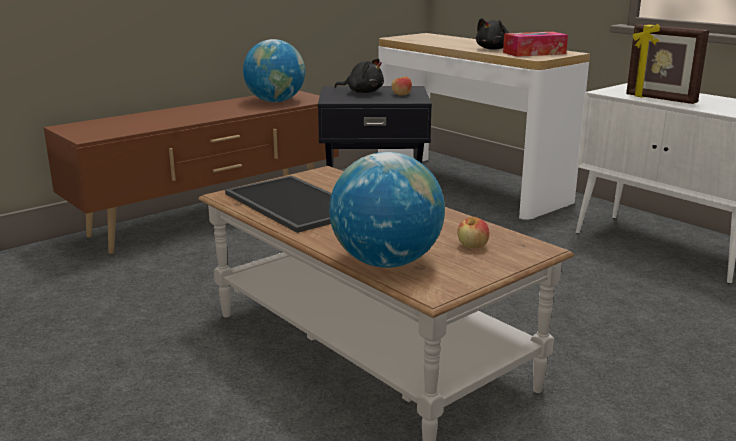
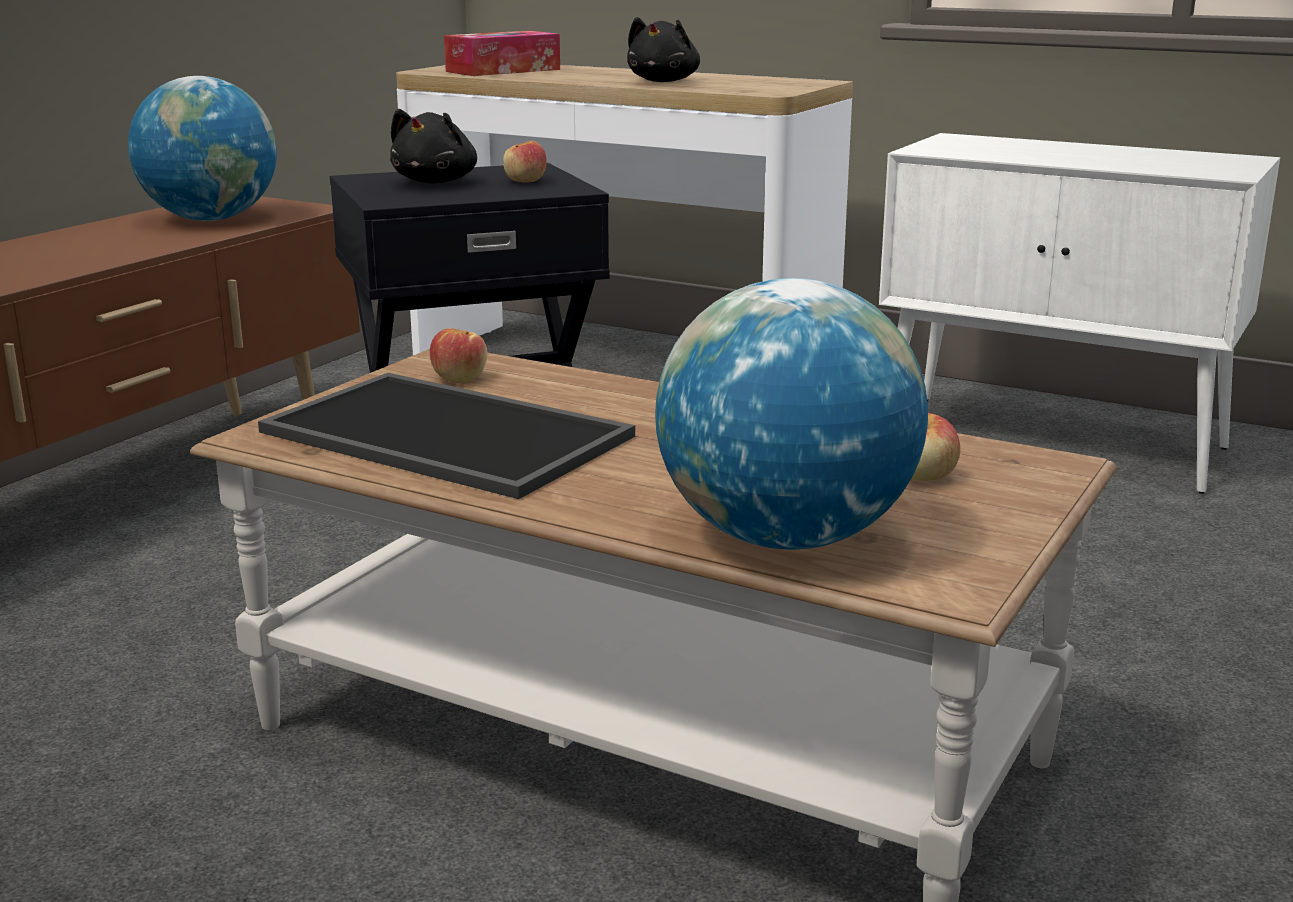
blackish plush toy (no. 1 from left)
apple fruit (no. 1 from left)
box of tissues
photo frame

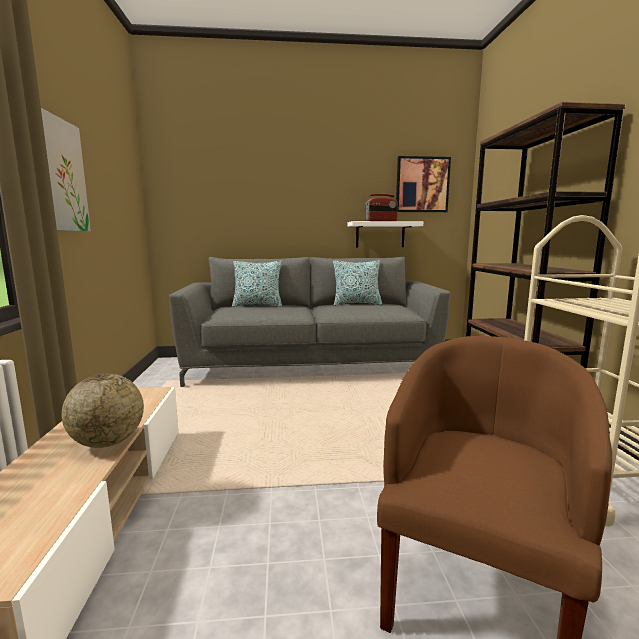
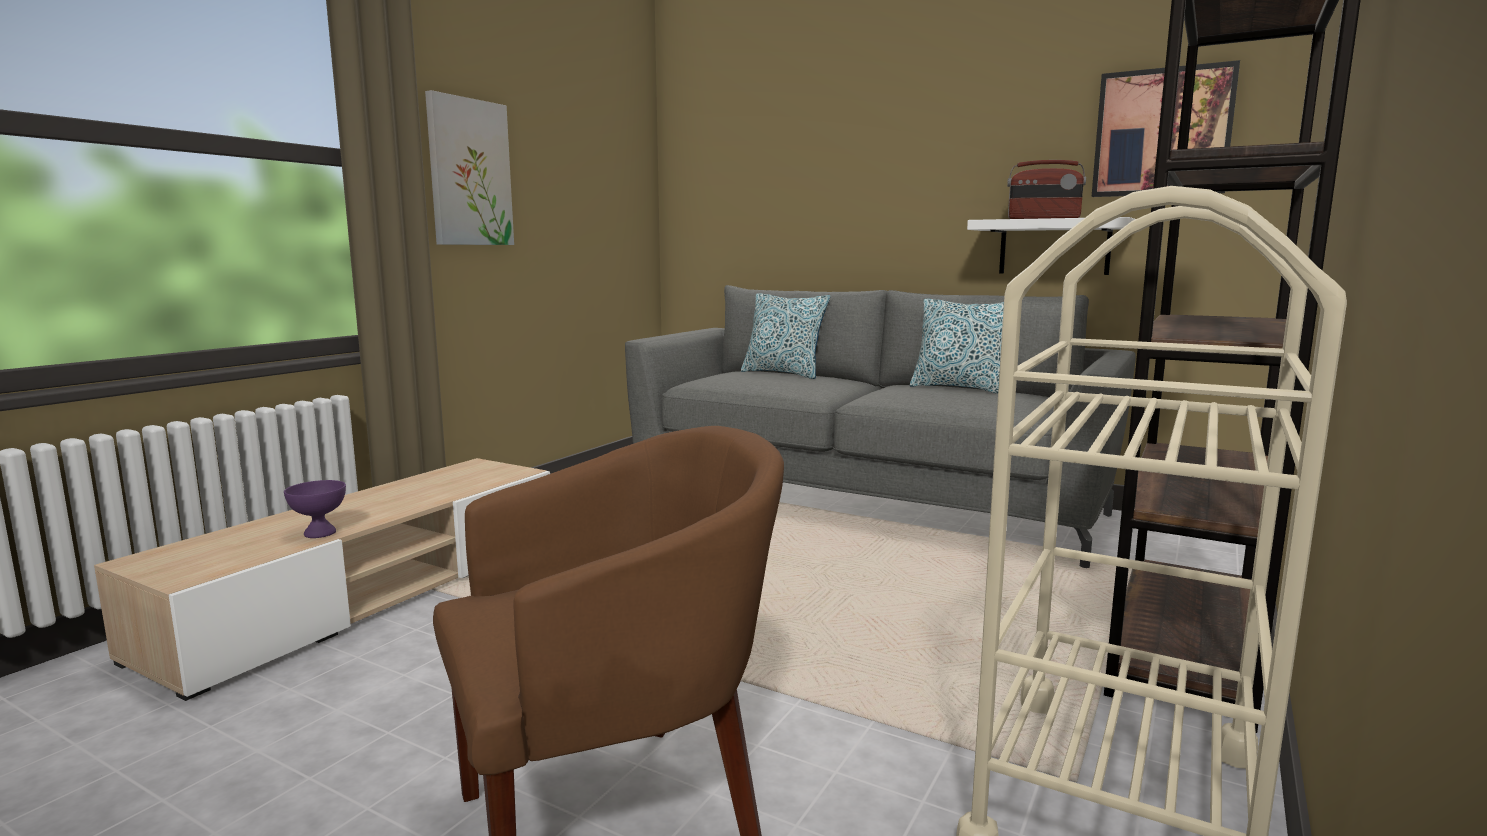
purple-coloured serving bowl
globe

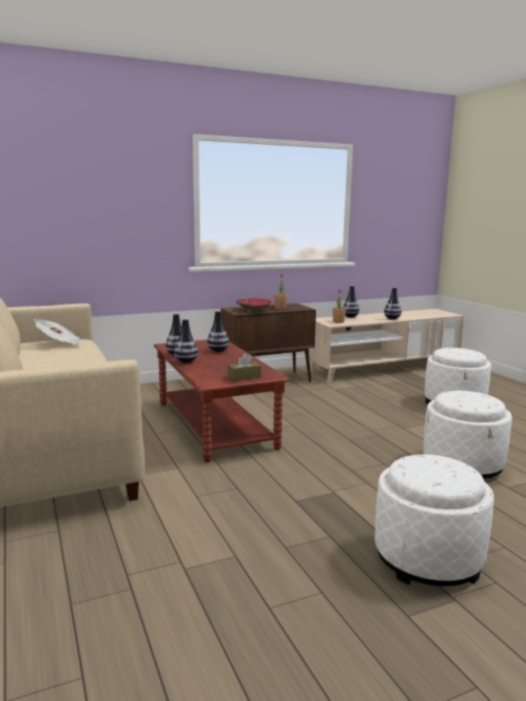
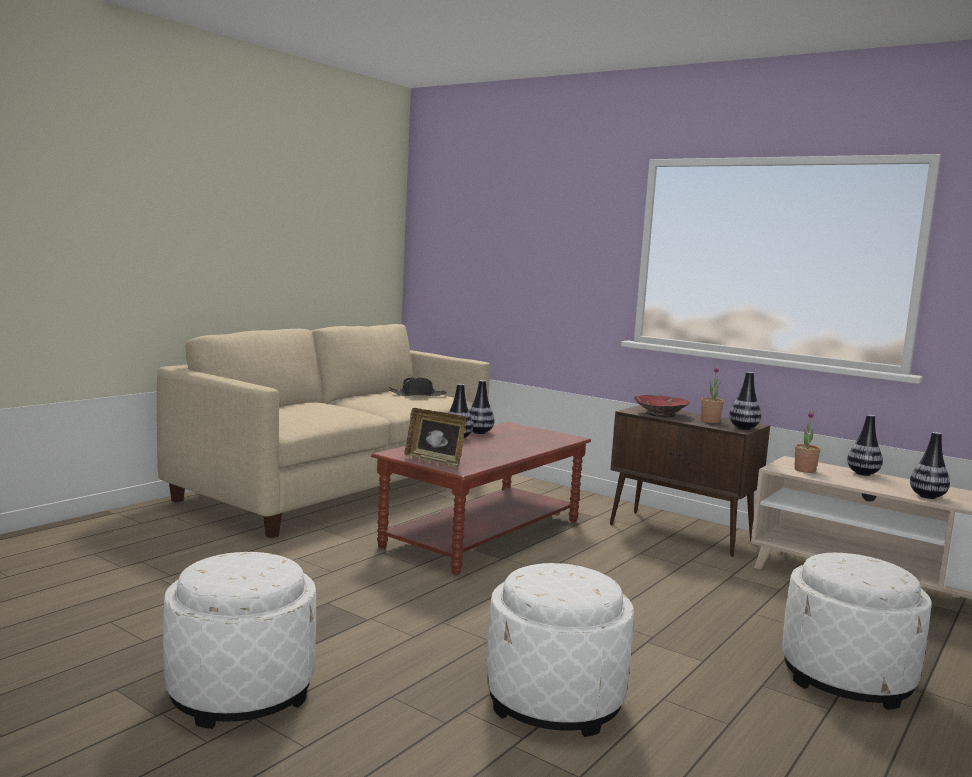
blackish wearable hat
photo frame
decorative vase (no. 3 from left)

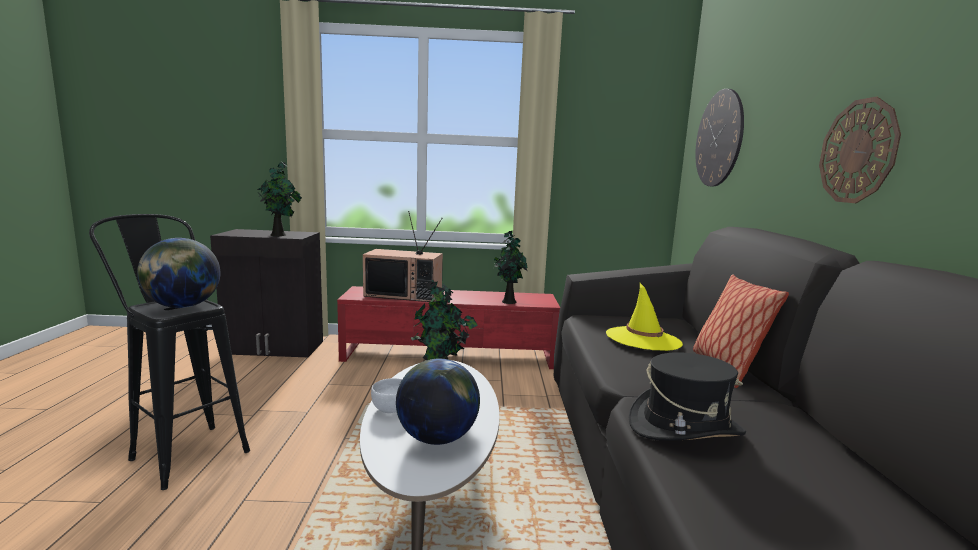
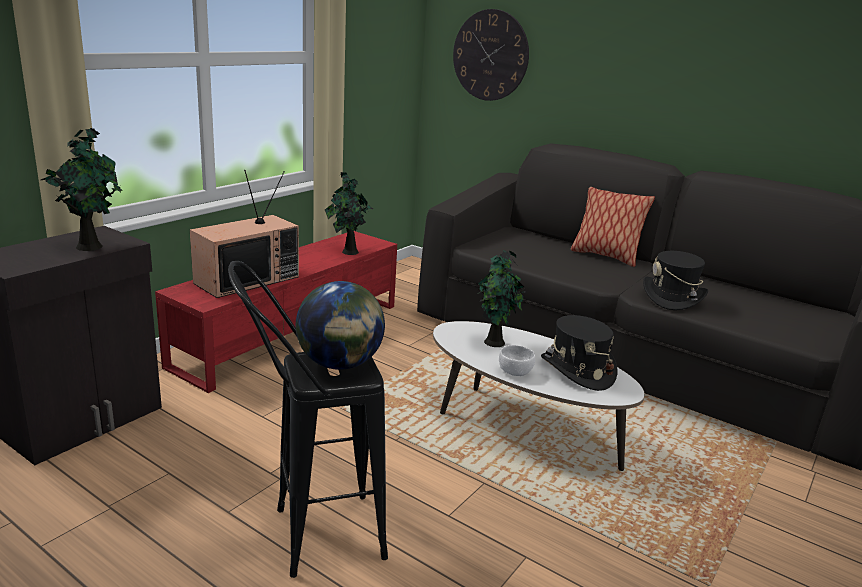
blackish wearable hat (no. 1 from left)
yellow-coloured wearable hat
clock on the wall (no. 2 from left in the first image)

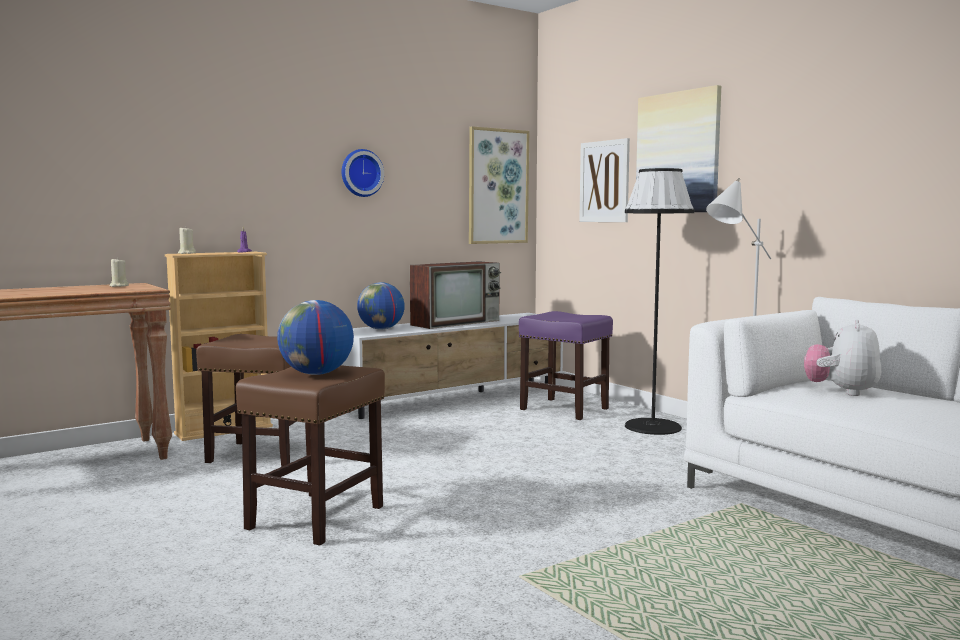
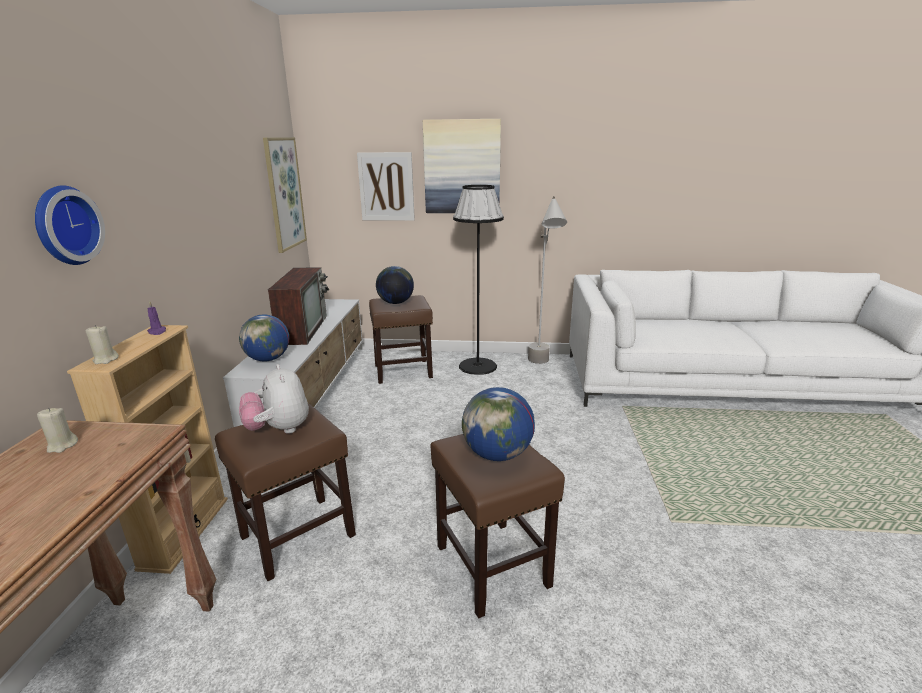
clock on the wall
plush toy
brown-coloured stool seat (no. 2 from left)
globe (no. 2 from left)

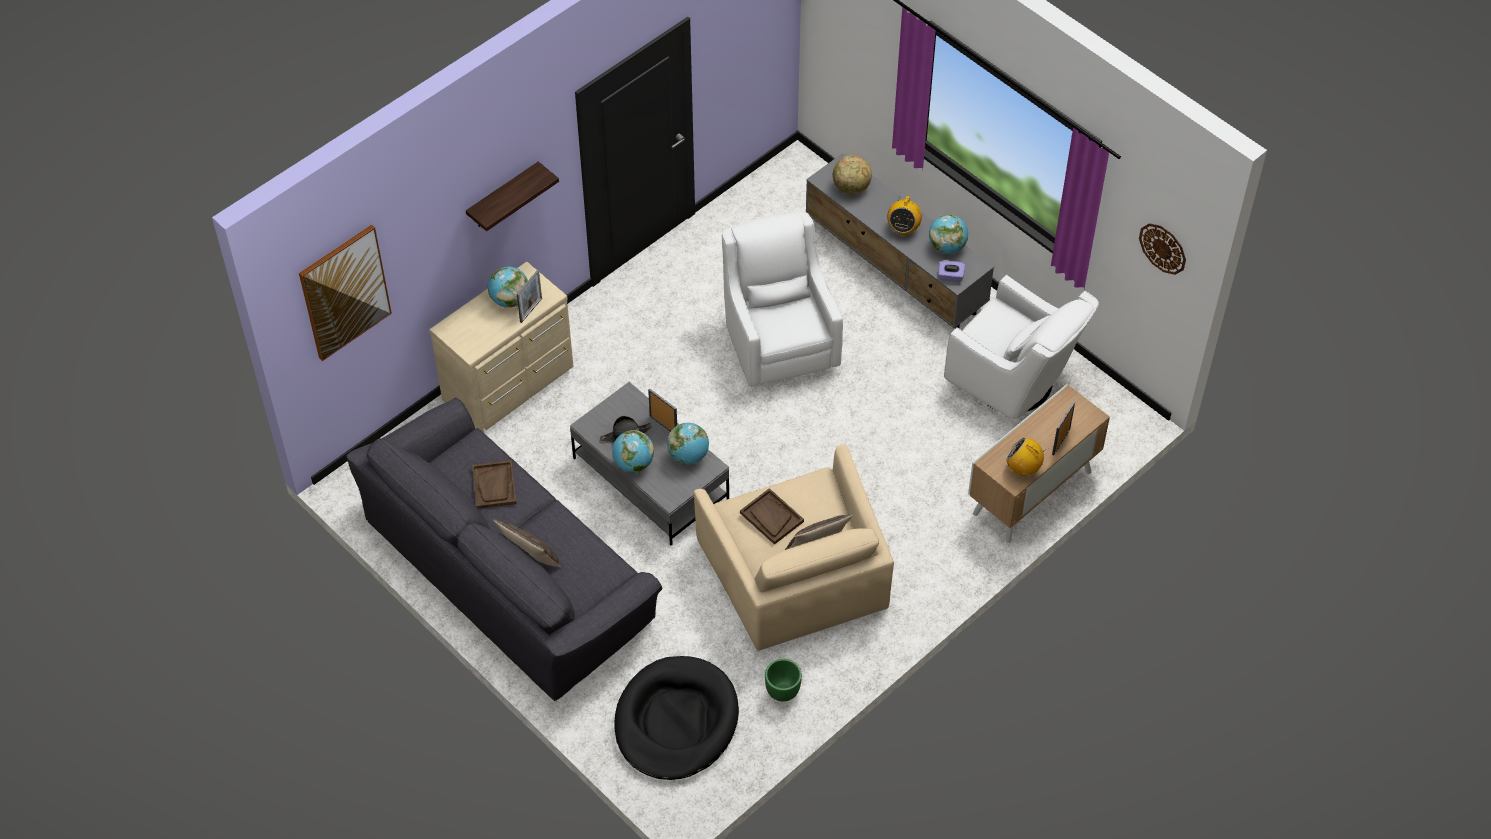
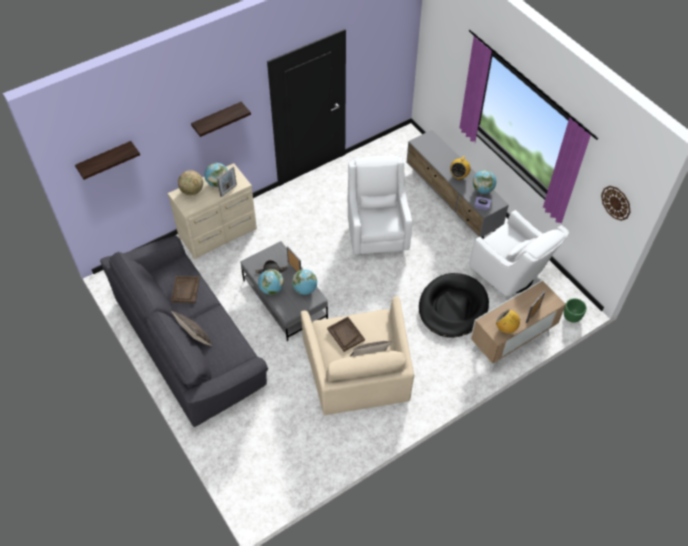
shelf (no. 1 from left)
globe (no. 1 from left)
blackish pet bed
green plant pot

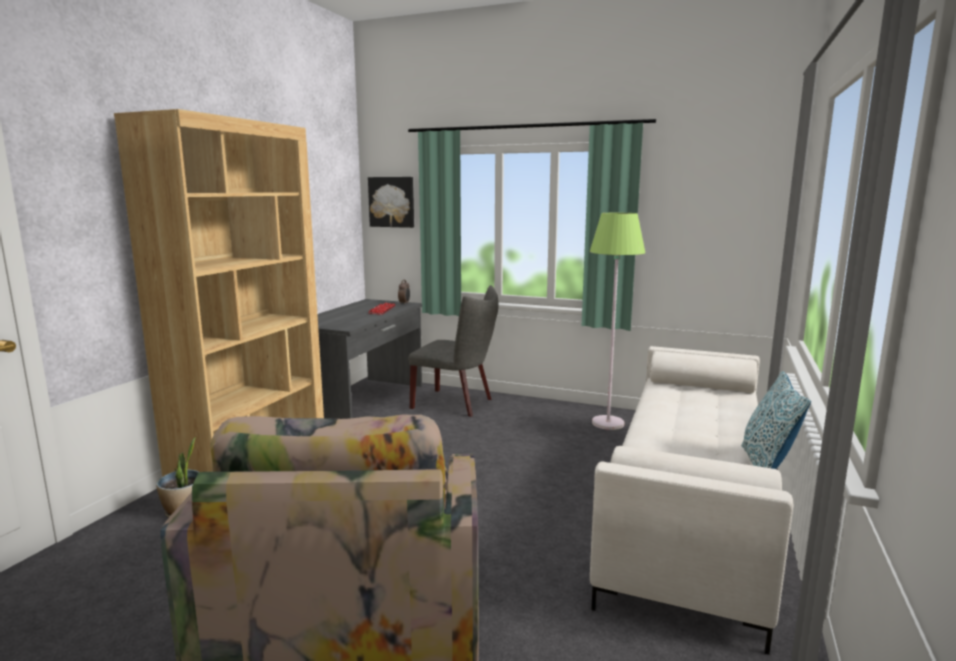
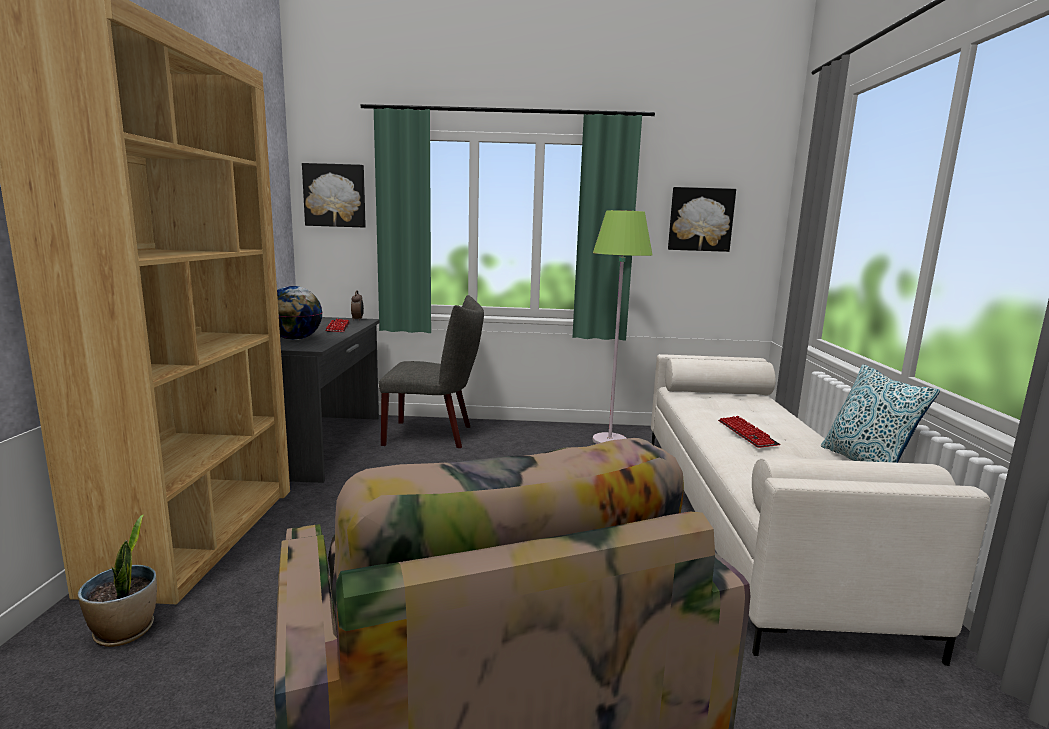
globe
picture (no. 2 from left)
PC keyboard (no. 2 from left)

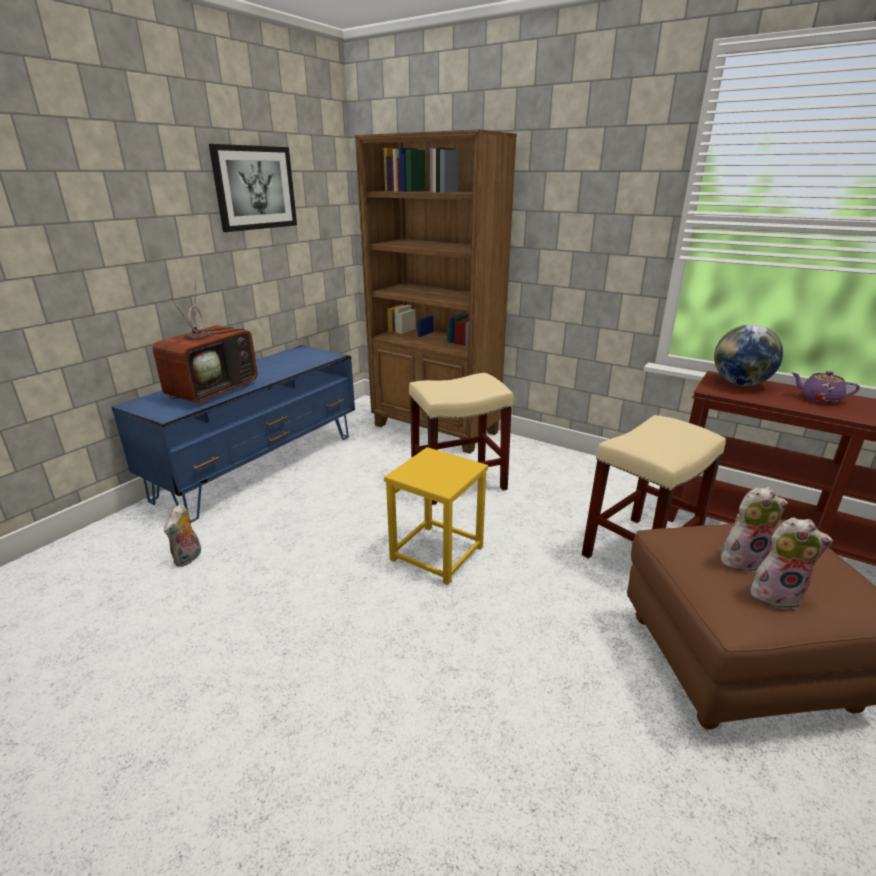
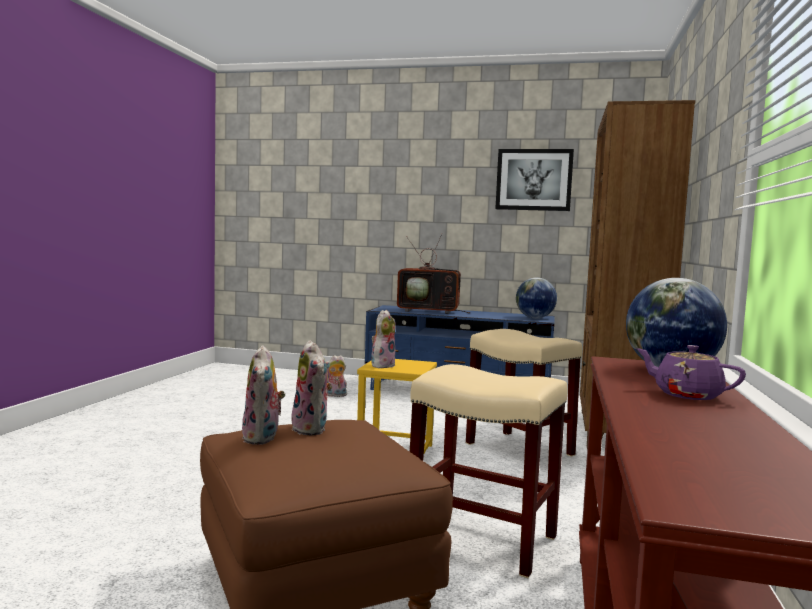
plush toy (no. 4 from left)
globe (no. 1 from left)
purple-coloured pot for tea

